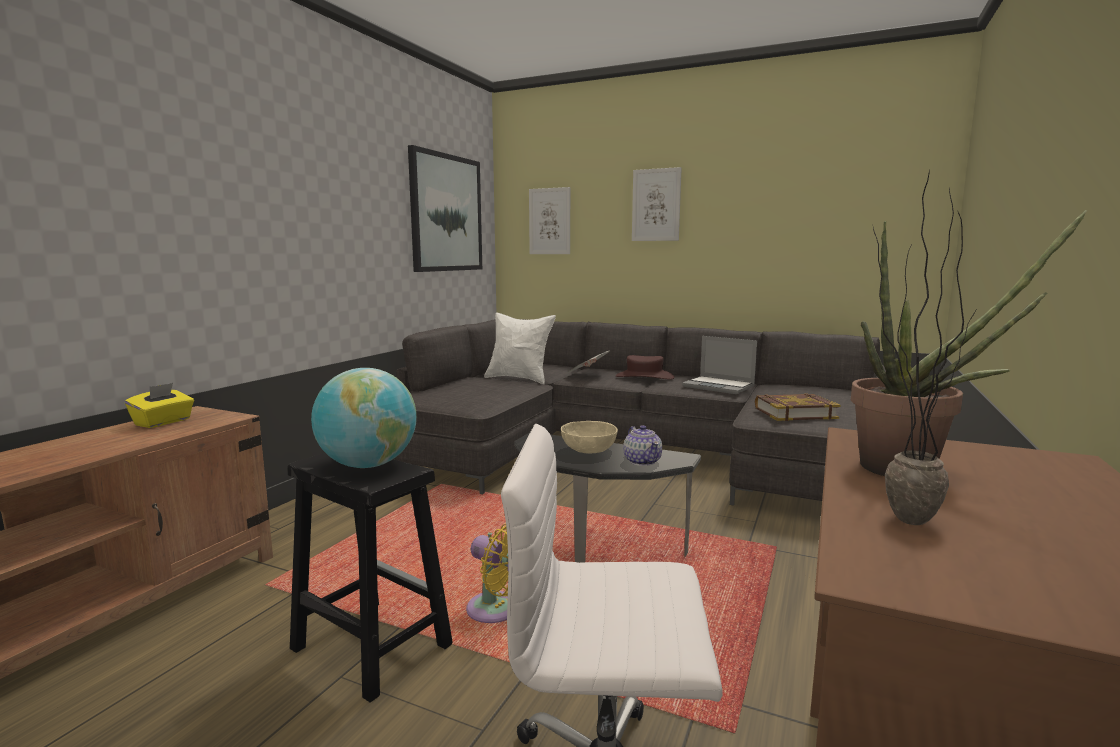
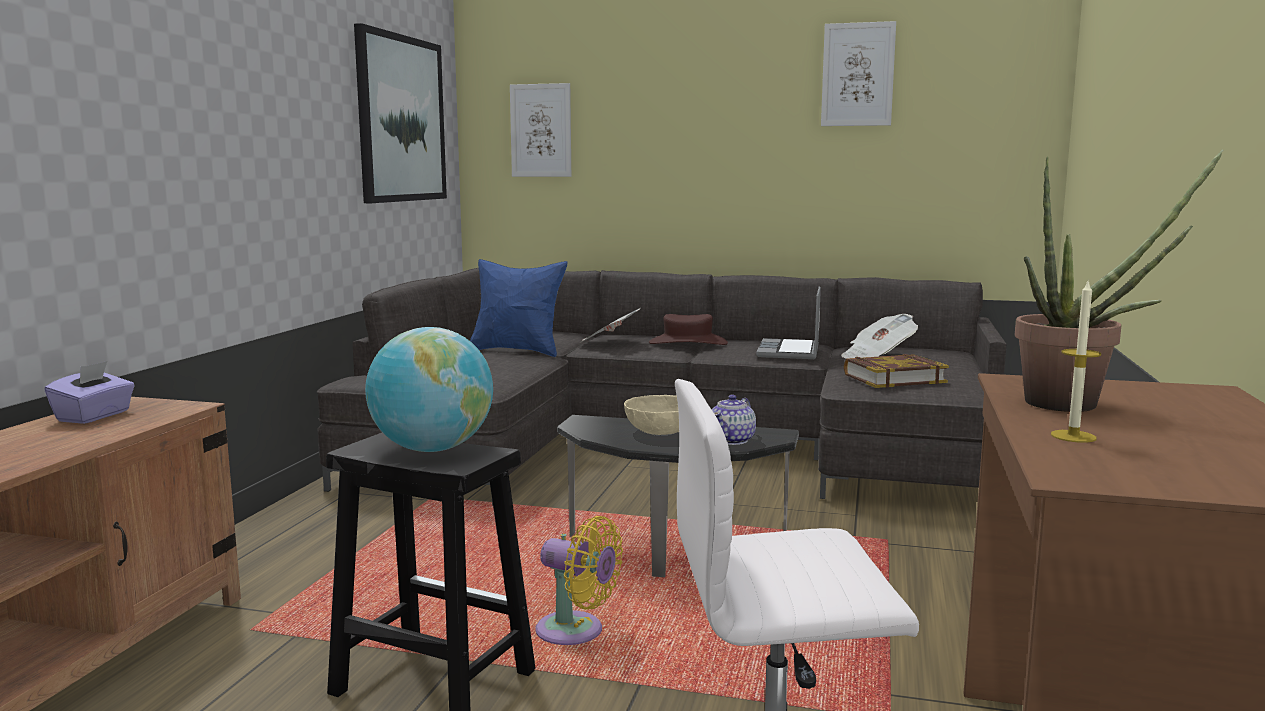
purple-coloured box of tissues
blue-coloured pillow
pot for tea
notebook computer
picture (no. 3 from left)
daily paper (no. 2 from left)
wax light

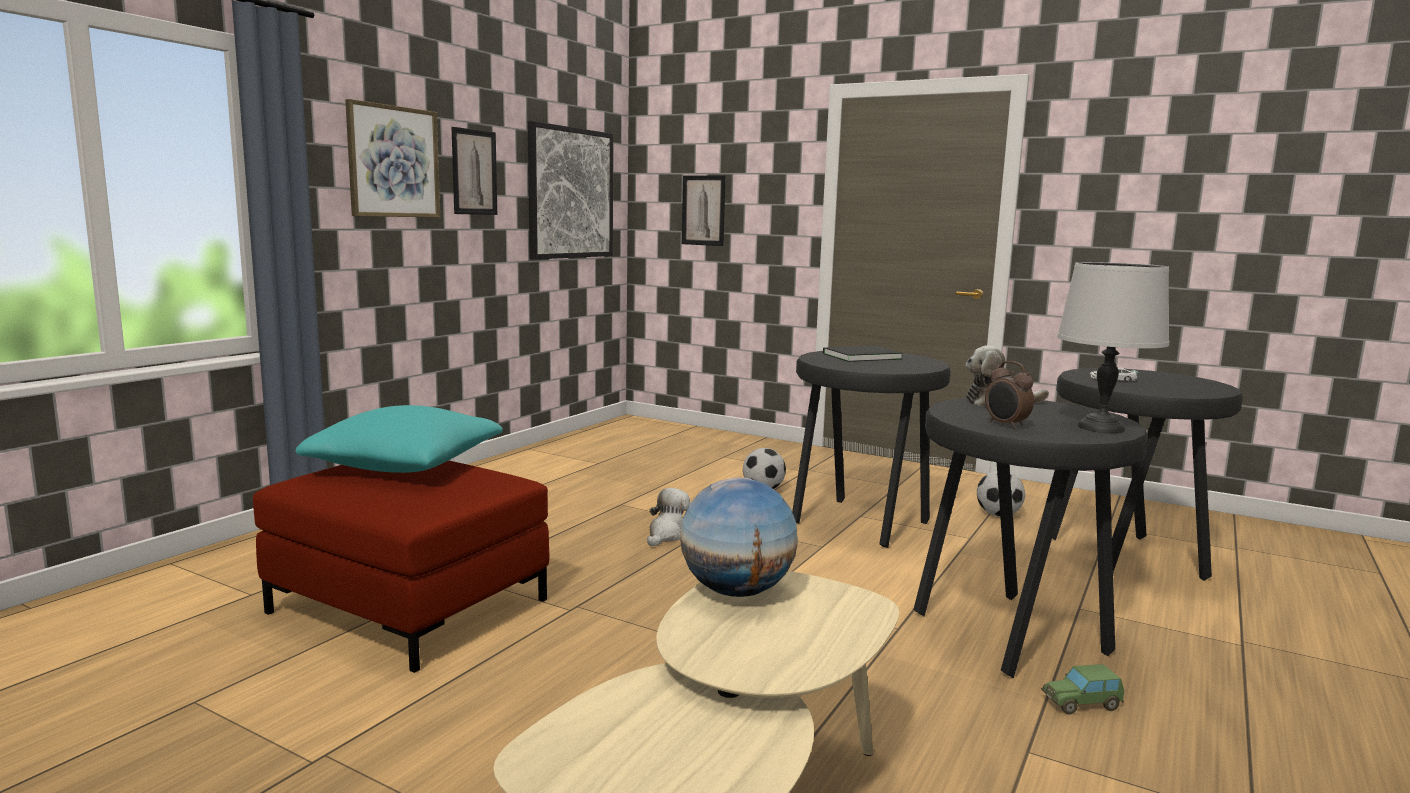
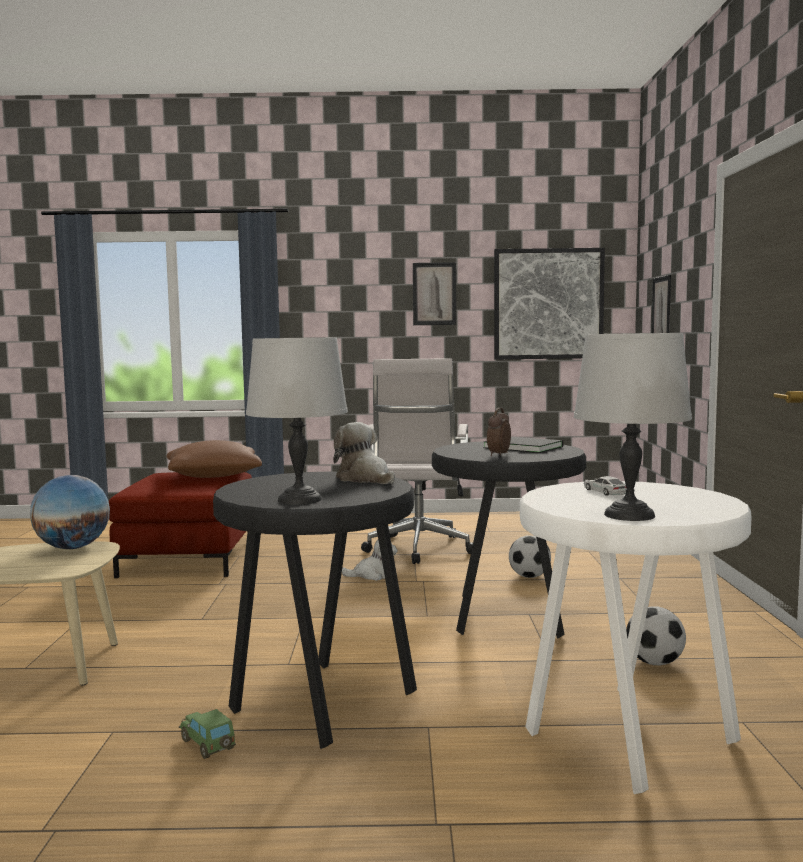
brown-coloured pillow
white-coloured computer chair
alarm clock
white-coloured stool seat
grey tabletop lamp (no. 2 from left)
picture (no. 1 from left in the first image)

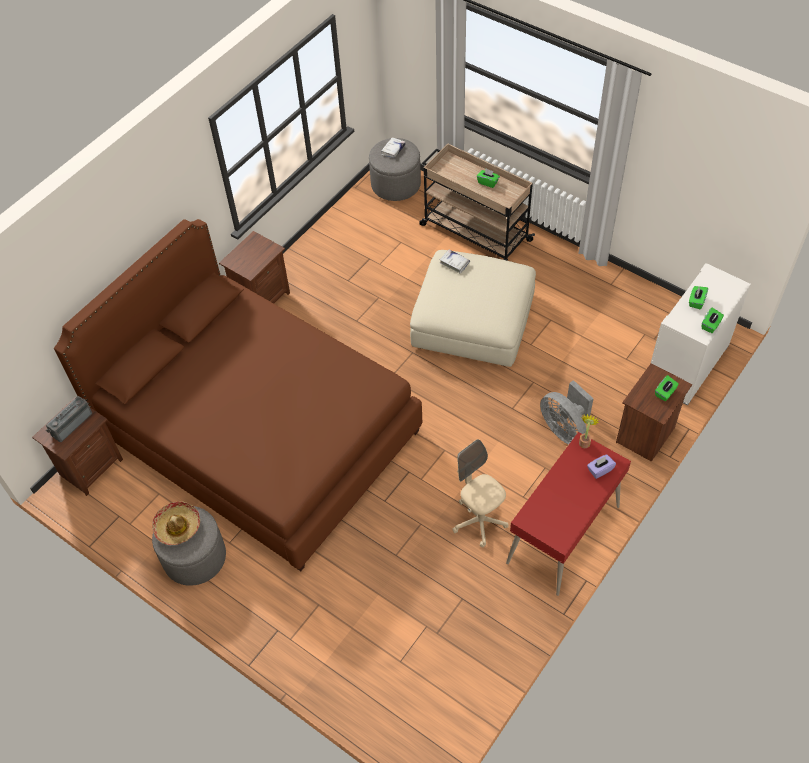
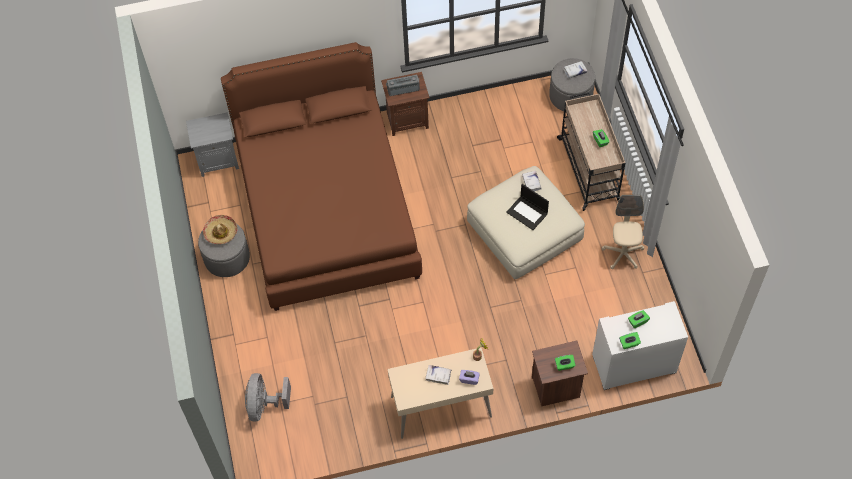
grey night table
grey electric fan
radio
sand-coloured desk
white-coloured bound book (no. 1 from left)
notebook computer
sand-coloured computer chair

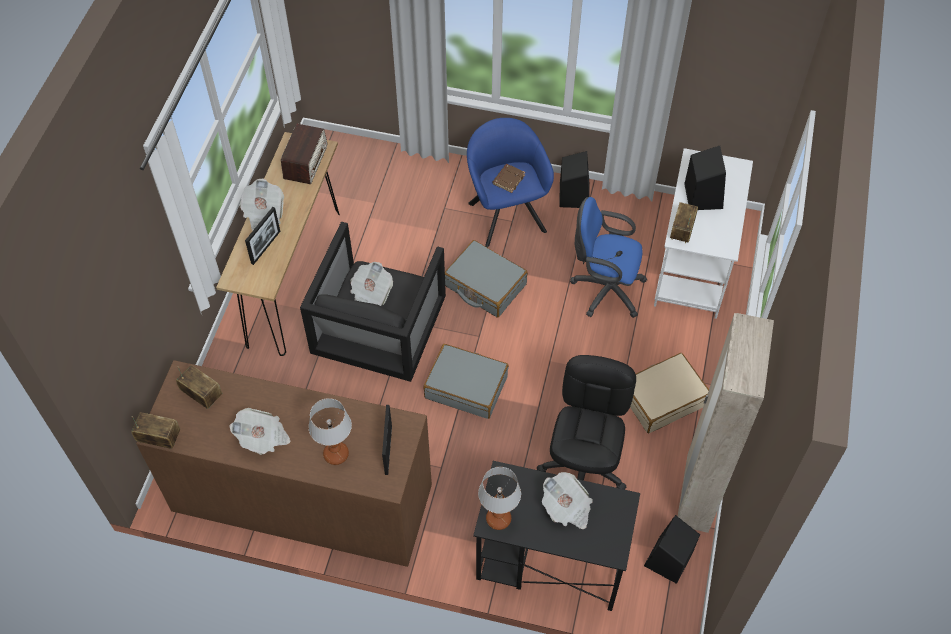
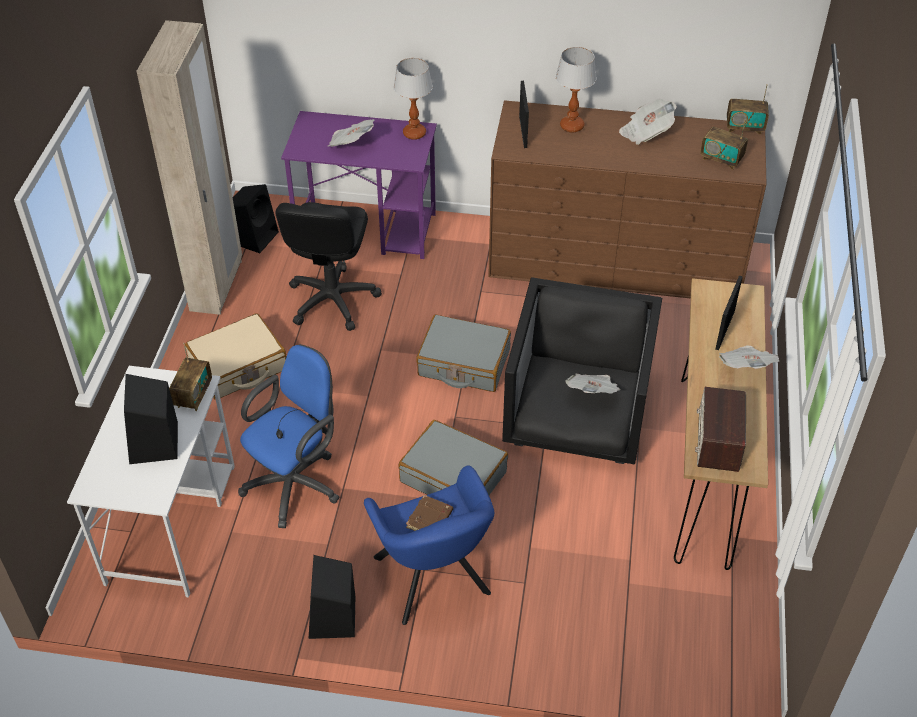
blue-coloured computer chair
purple-coloured desk

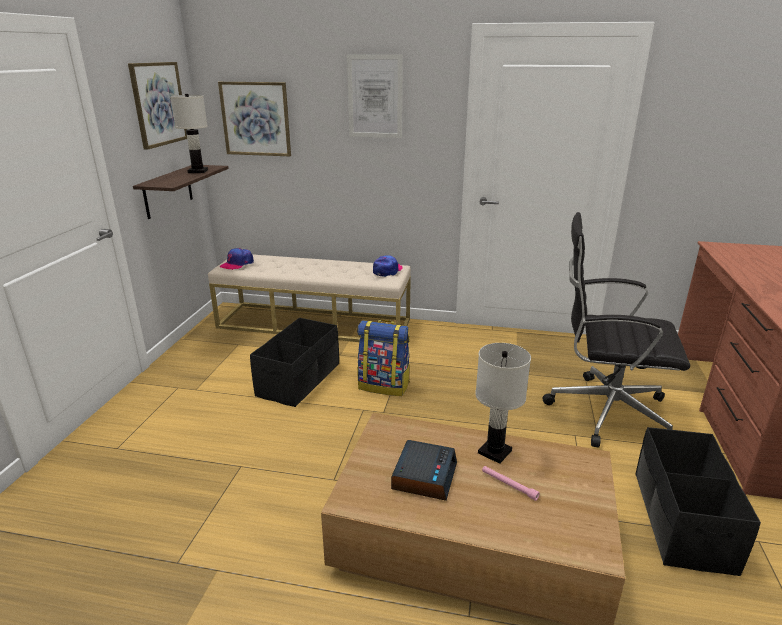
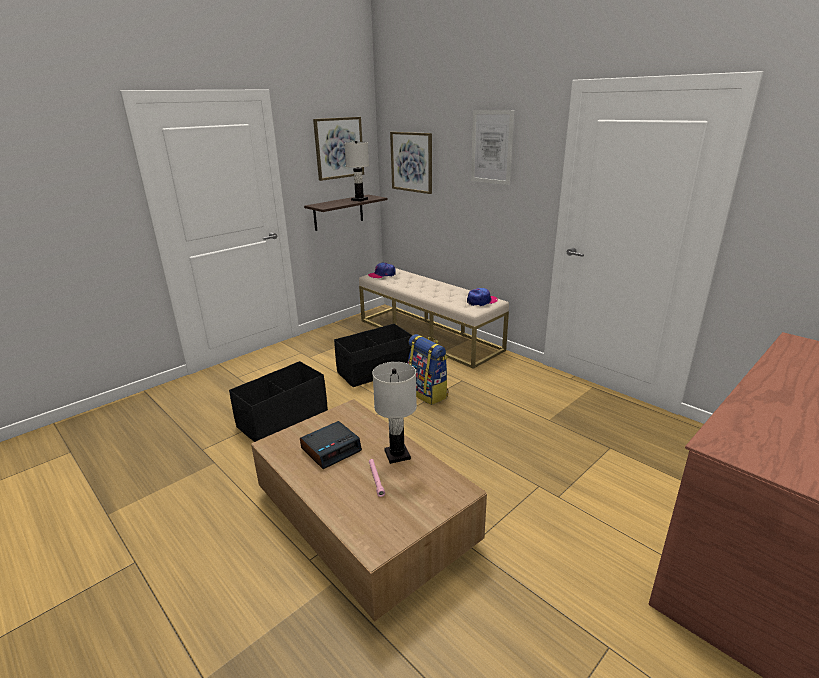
blackish storage box (no. 1 from left)
blackish computer chair

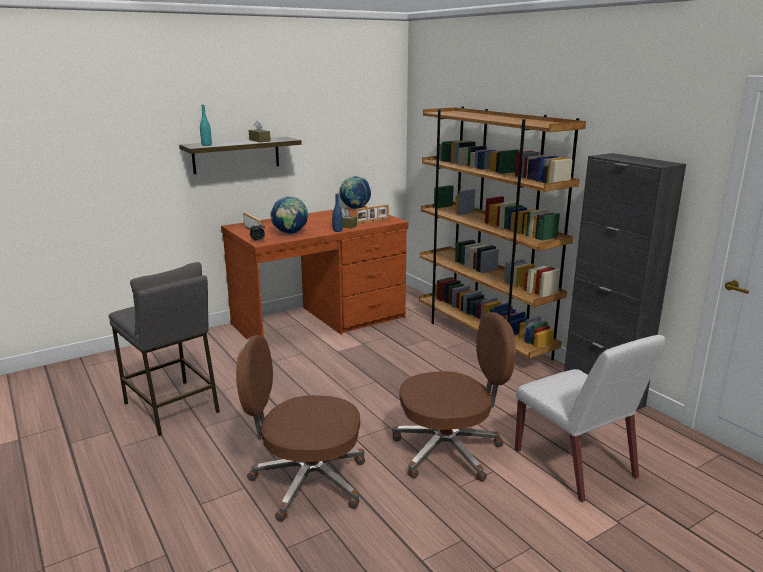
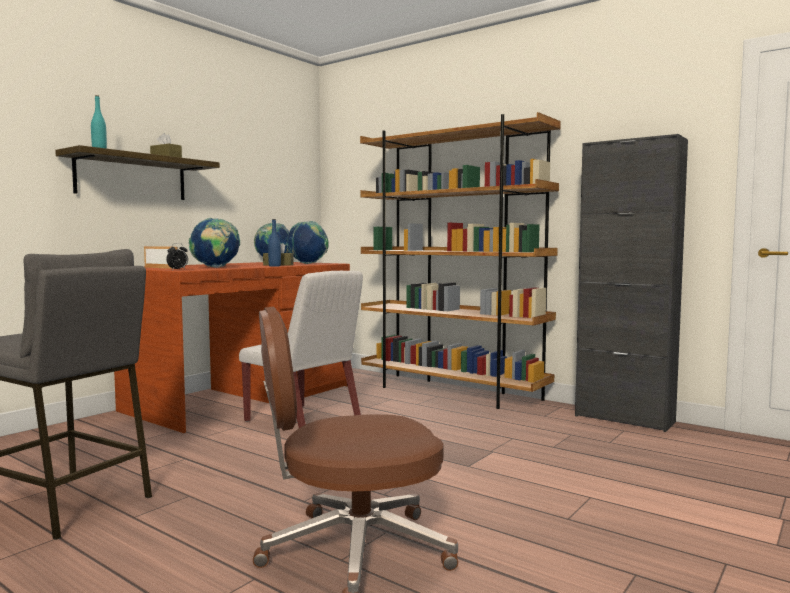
white-coloured plain chair
globe (no. 3 from left)
brown-coloured computer chair (no. 2 from left in the first image)

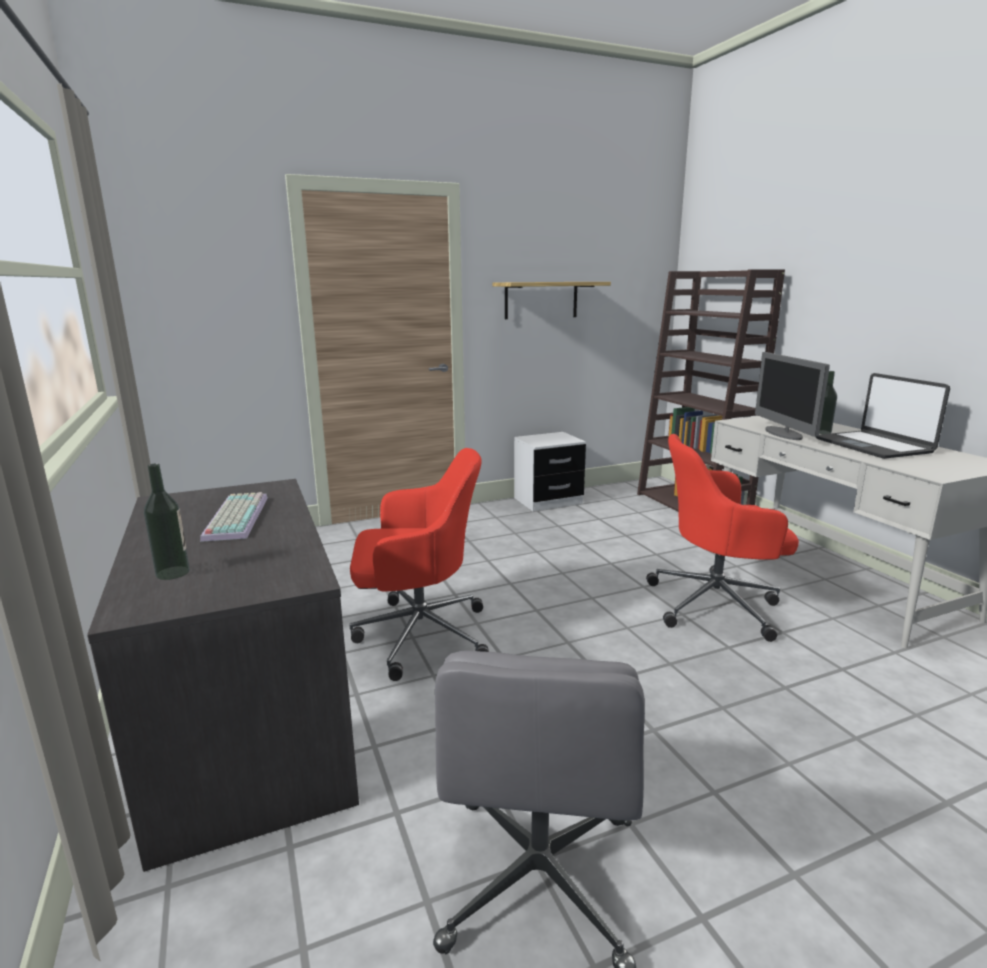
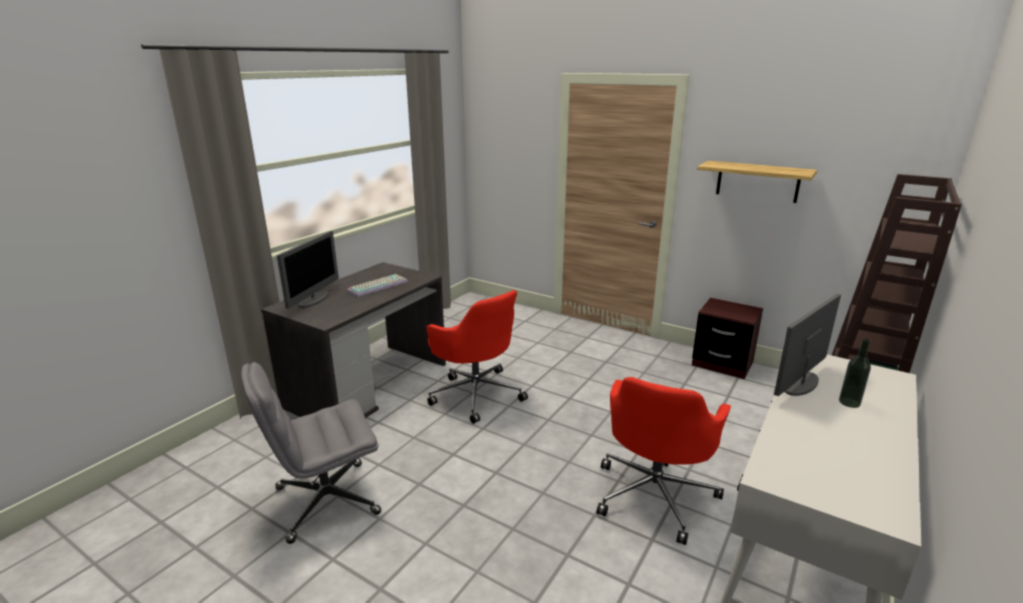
computer display (no. 1 from left)
reddish computer chair (no. 2 from left)
brown-coloured night table
notebook computer

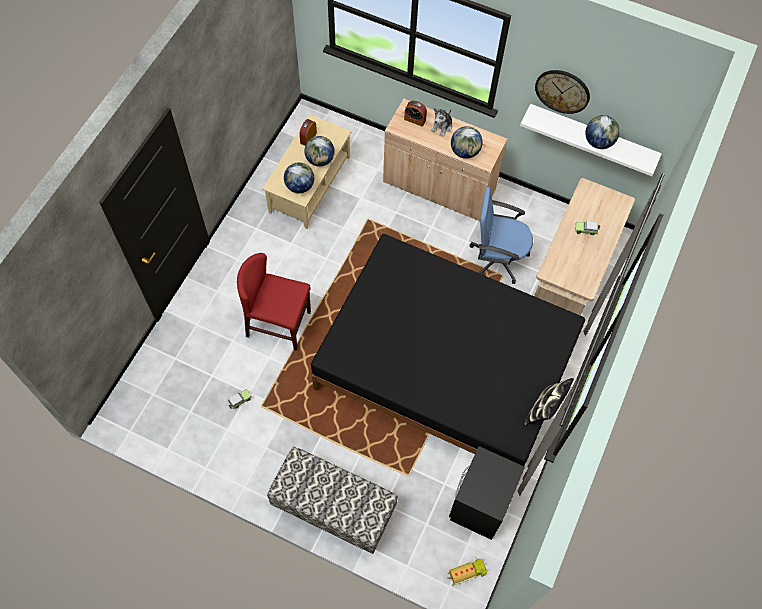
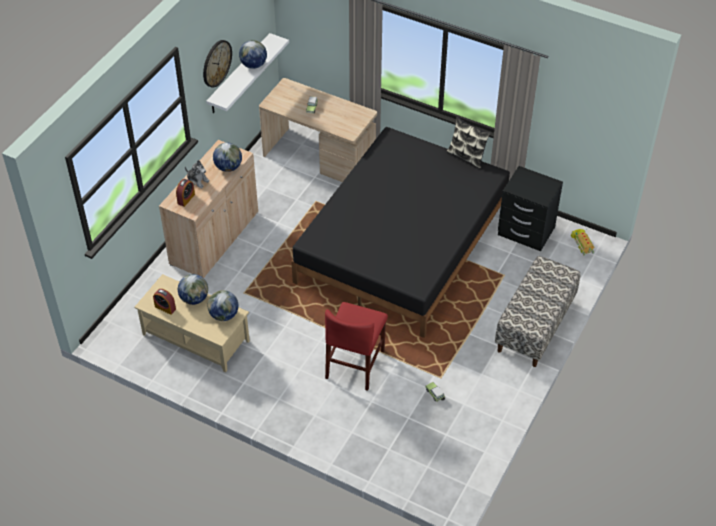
blue-coloured computer chair

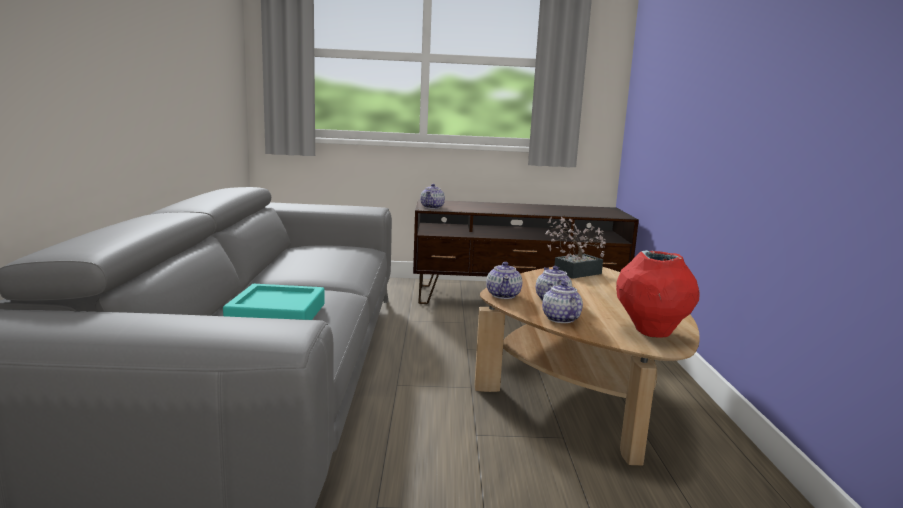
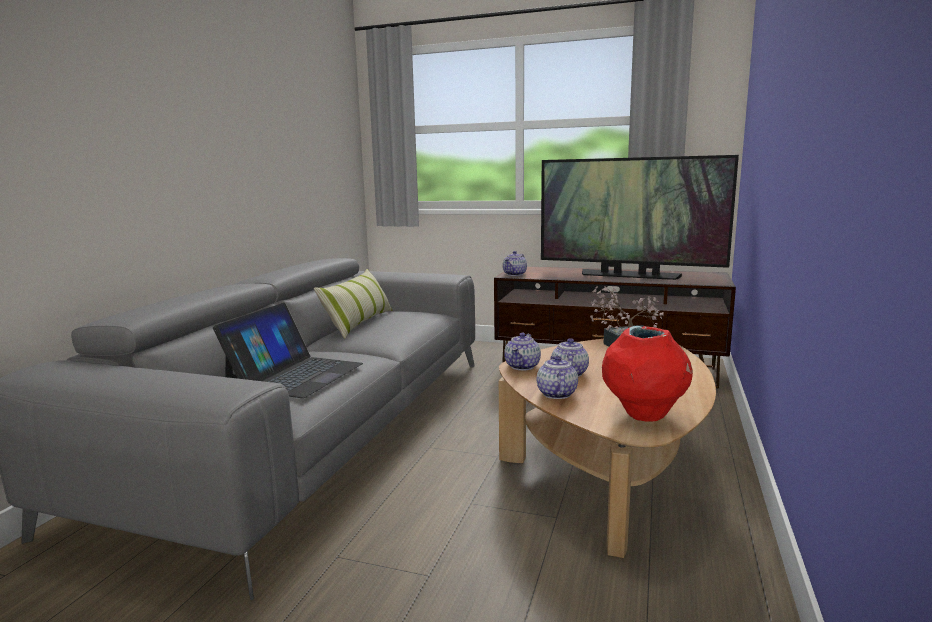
notebook computer
pillow
TV set

